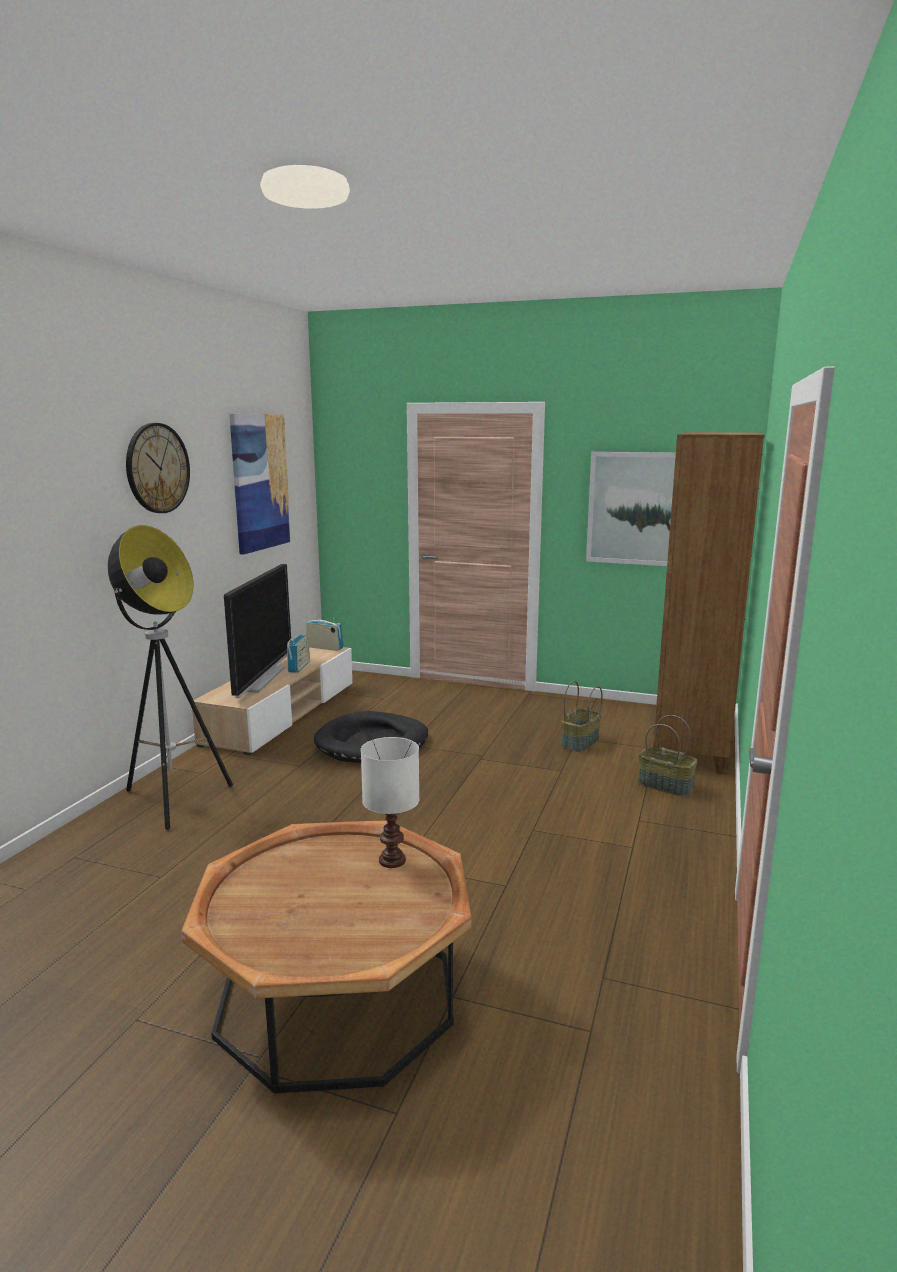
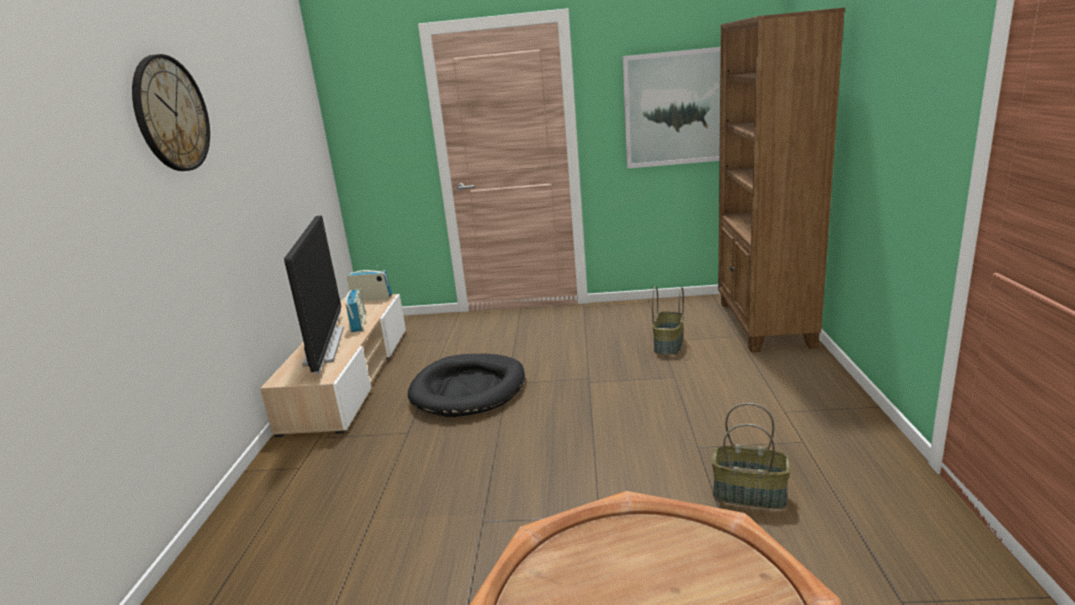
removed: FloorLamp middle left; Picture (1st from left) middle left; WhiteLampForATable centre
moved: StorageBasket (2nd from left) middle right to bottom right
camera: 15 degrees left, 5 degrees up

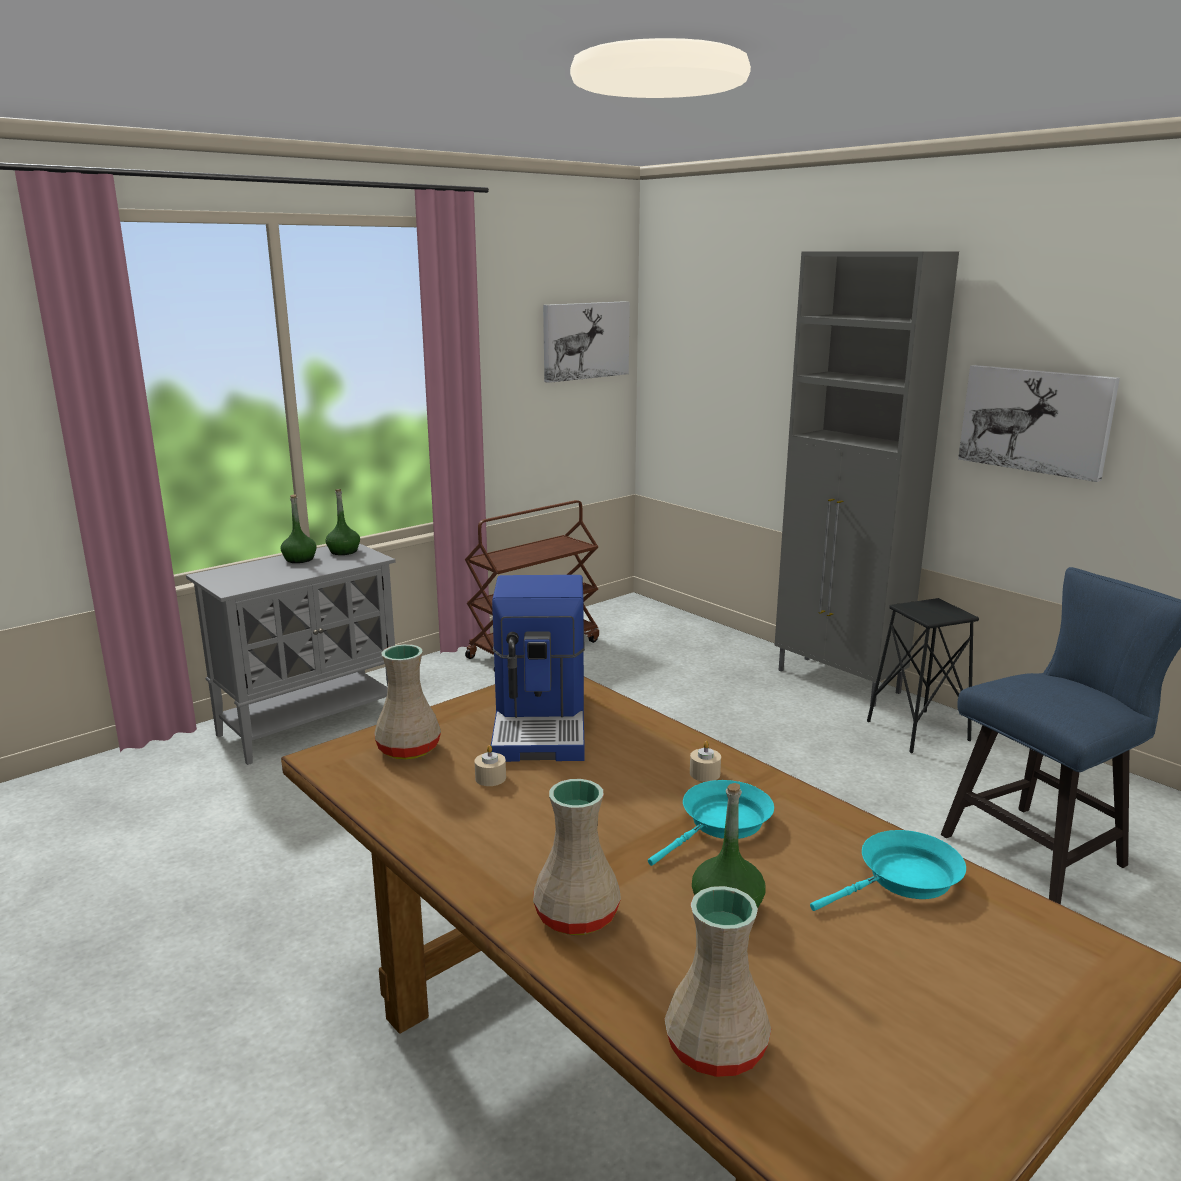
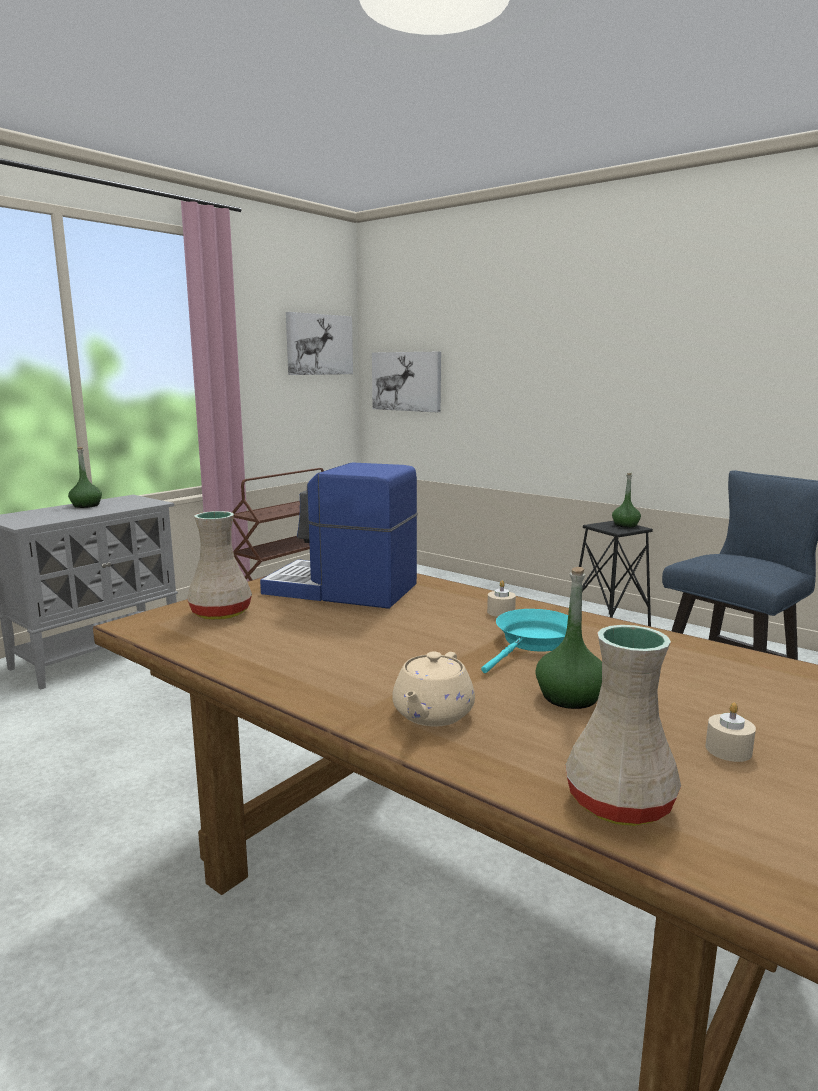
removed: GrayCupboard (2nd from left) middle right; TurquoiseColouredFryingPan (2nd from left) bottom right
moved: GreenColouredBottle (2nd from left in the first image) middle left to GreenColouredBottle (3rd from left) middle right; BeigeColouredWaxCandle (1st from left in the first image) centre to BeigeColouredWaxCandle (2nd from left) bottom right; Picture (2nd from left) middle right to centre
replaced: BeigeColouredFlowerVase (2nd from left) bottom centre to BeigeColouredTeaPot centre
turned: CoffeeMaker centre = centre 120 degrees clockwise
camera: 10 degrees left, 5 degrees down

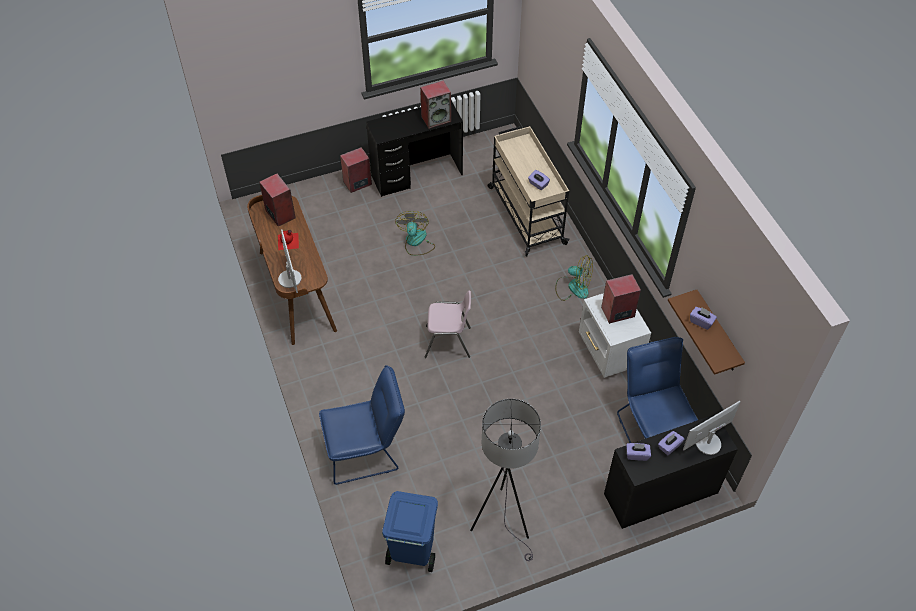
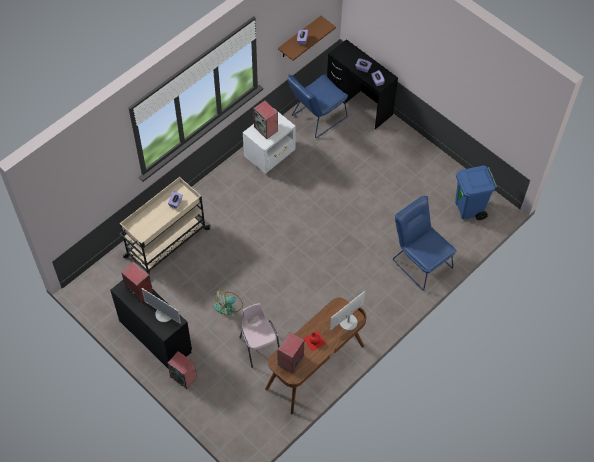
removed: GrayFloorLamp bottom centre; ElectricFan (2nd from left) centre
moved: PinkChair centre to bottom centre; ComputerScreen (2nd from left in the first image) bottom right to ComputerScreen (1st from left) middle left
camera: 115 degrees left, 5 degrees up

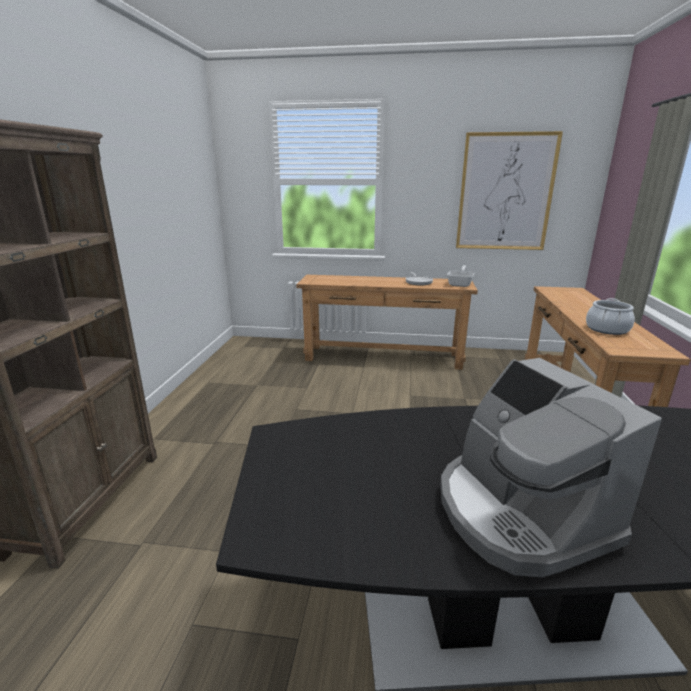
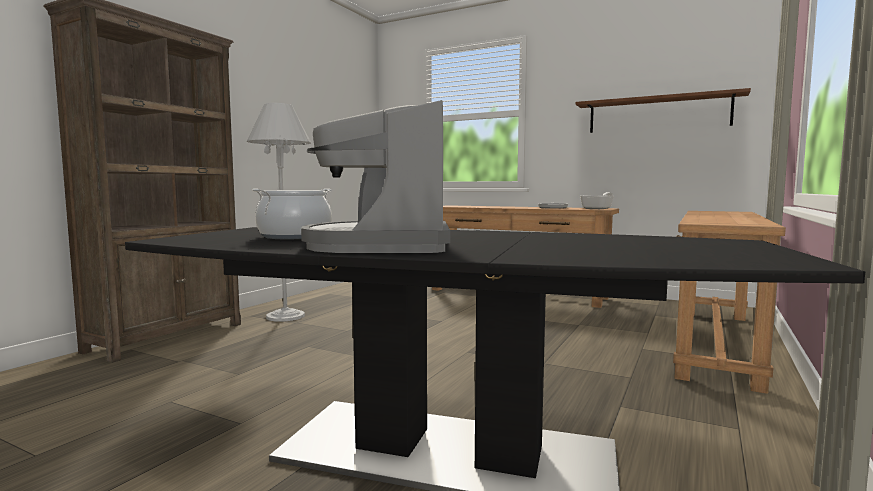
added: WhiteFloorLamp middle left
moved: CookingPot middle right to centre
replaced: Picture top right to BrownColouredWallShelf top right
camera: 20 degrees right, 15 degrees down

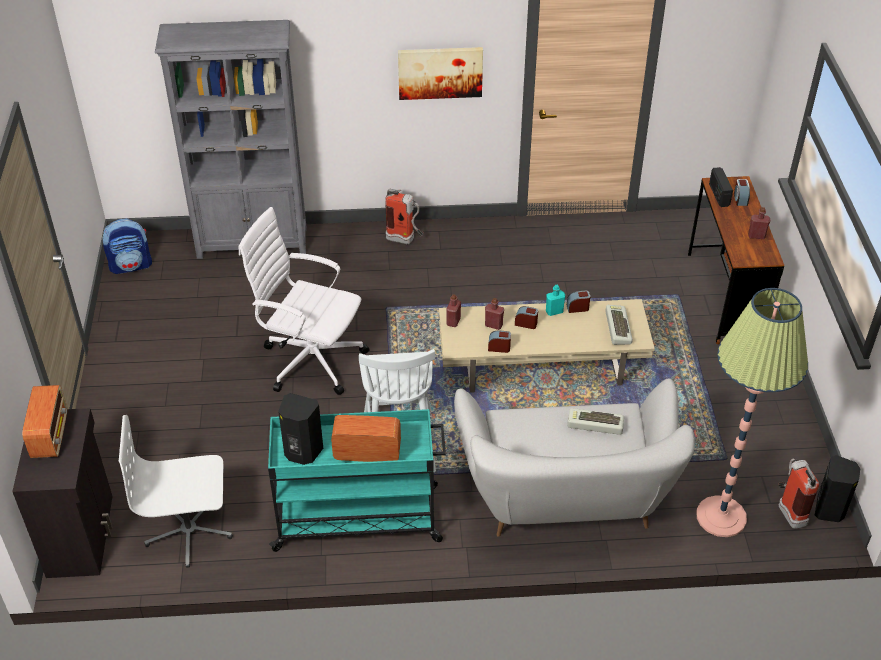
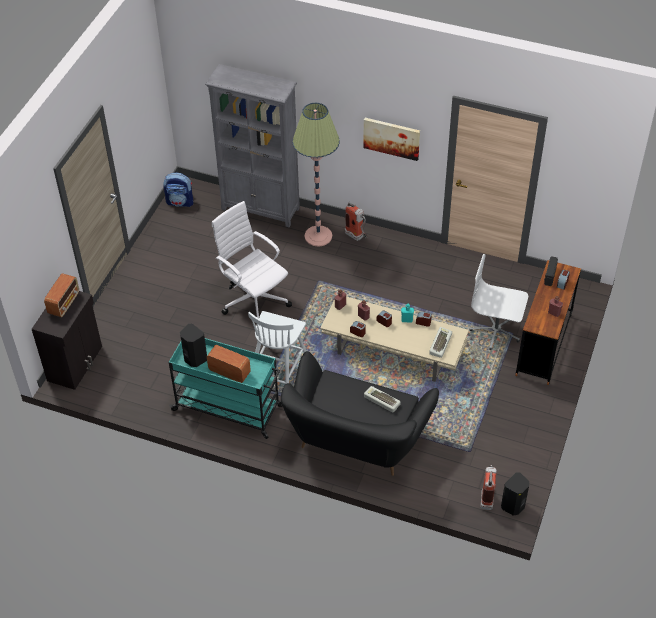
moved: WhiteDeskChair (1st from left in the first image) bottom left to WhiteDeskChair (2nd from left) middle right; FloorLamp middle right to top centre
recoloured: WhiteCouch bottom centre to BlackColouredCouch bottom centre
camera: 25 degrees right, 5 degrees up

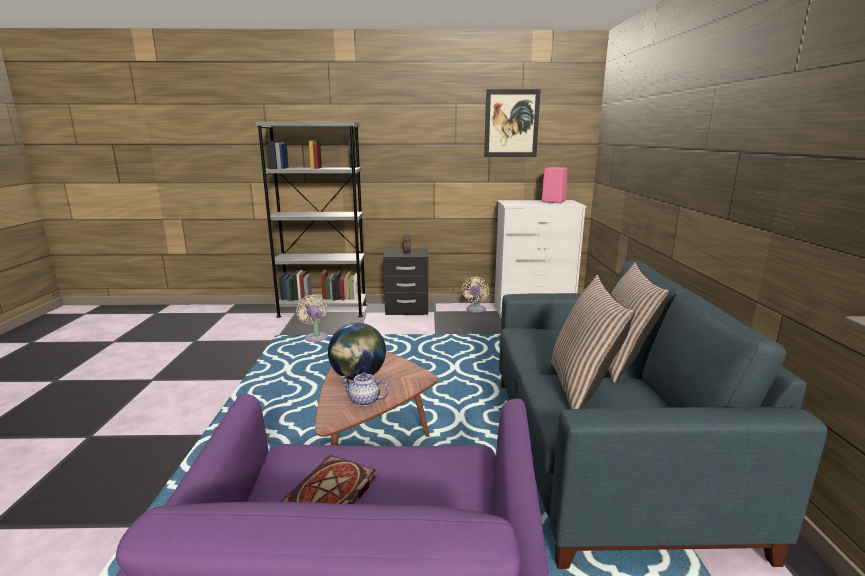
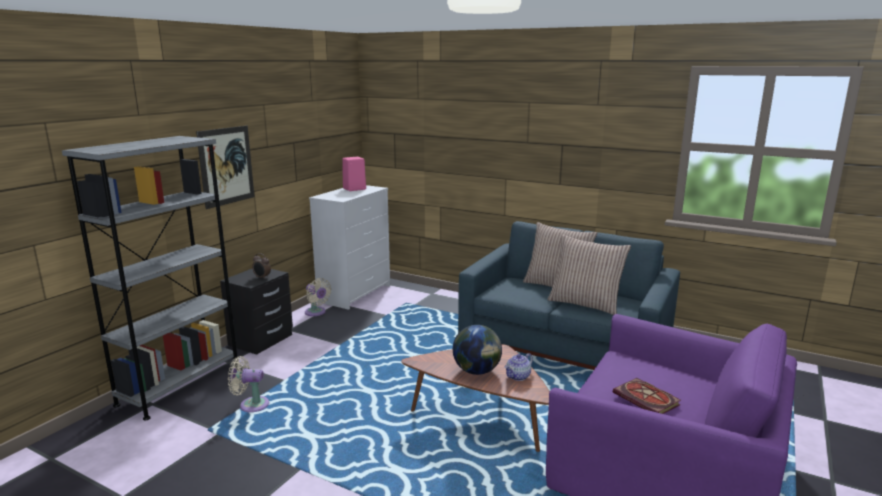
moved: Picture top centre to middle left
camera: 60 degrees left, 0 degrees up

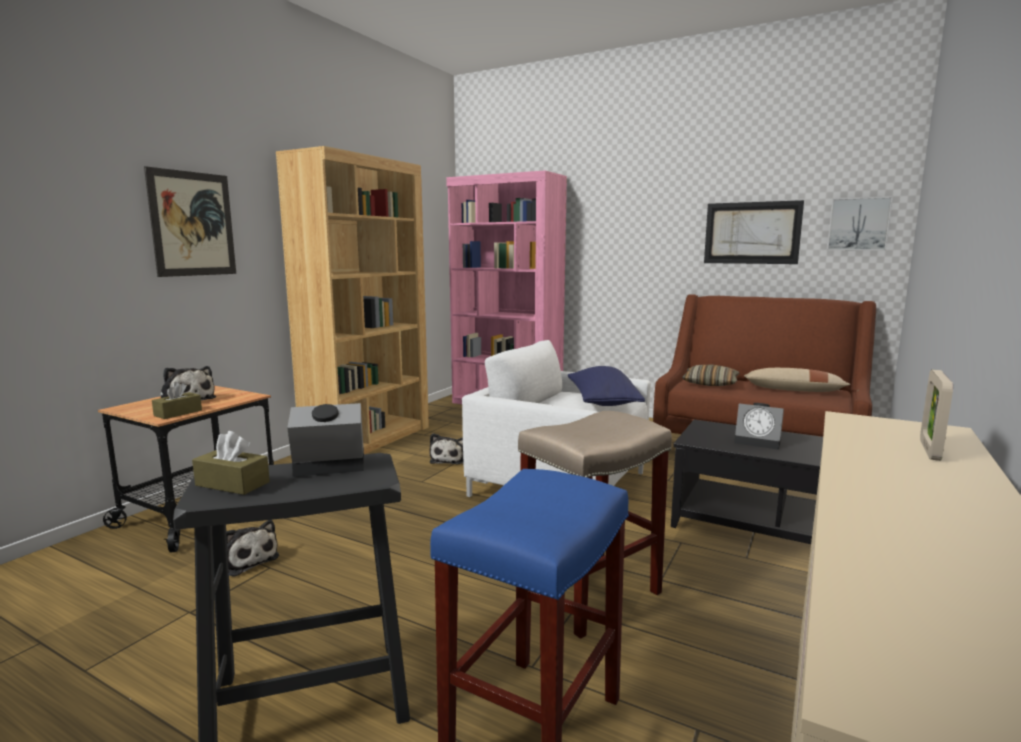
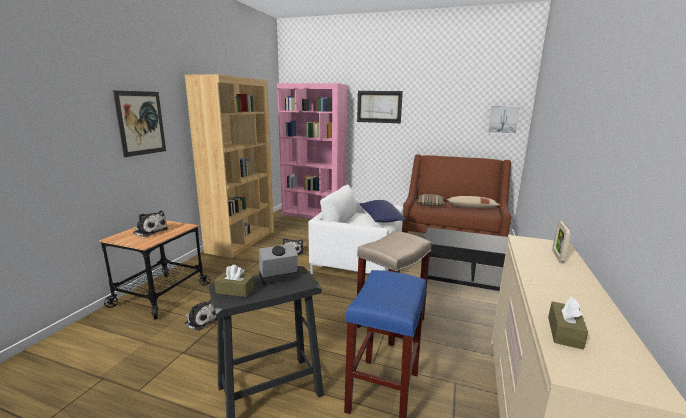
removed: TableClock (2nd from left) middle right
moved: BrownColouredTissueHolder (1st from left in the first image) middle left to BrownColouredTissueHolder (2nd from left) bottom right; Picture (2nd from left) top right to top centre
camera: 10 degrees left, 5 degrees up

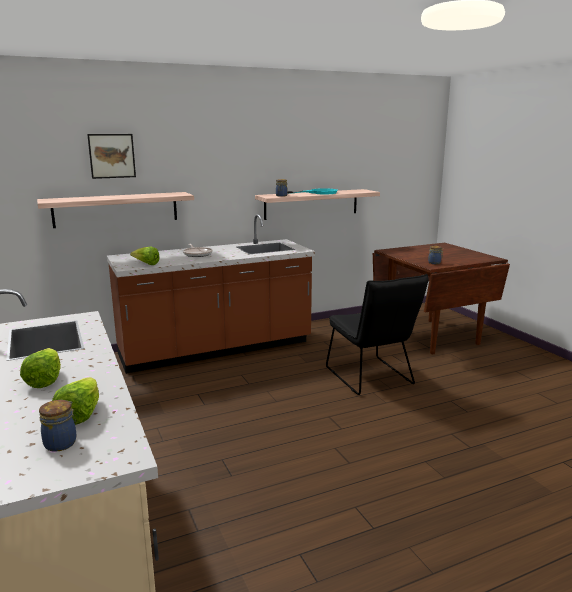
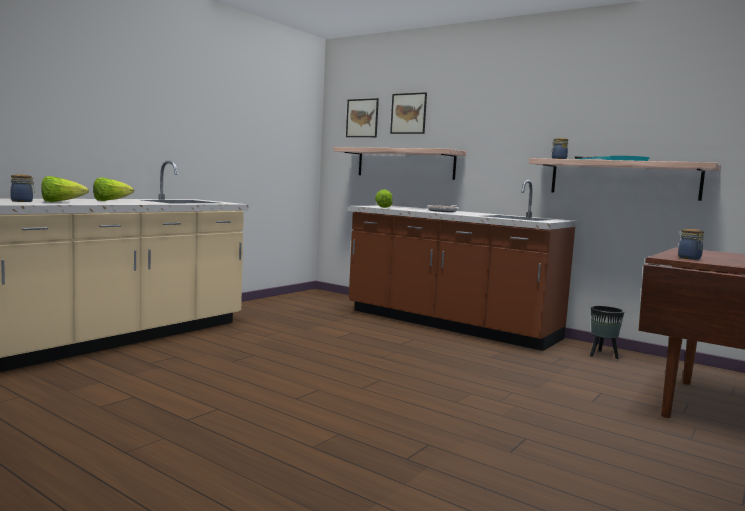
removed: BlackColouredChair centre
added: Picture (1st from left) top centre; BlackColouredPlantPot middle right
camera: 60 degrees right, 10 degrees down

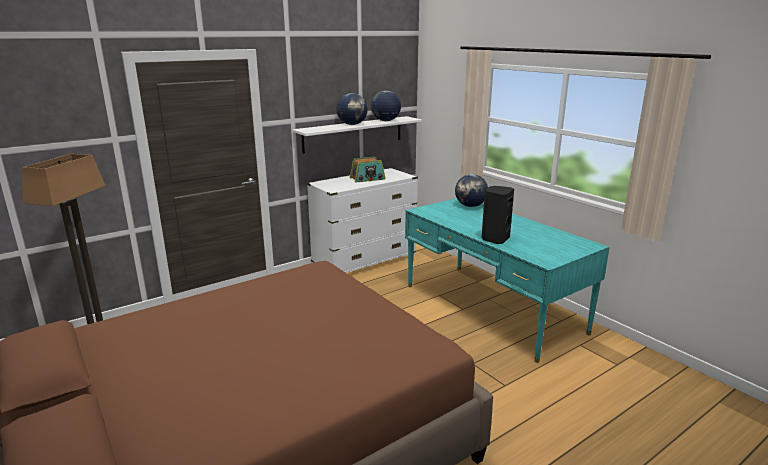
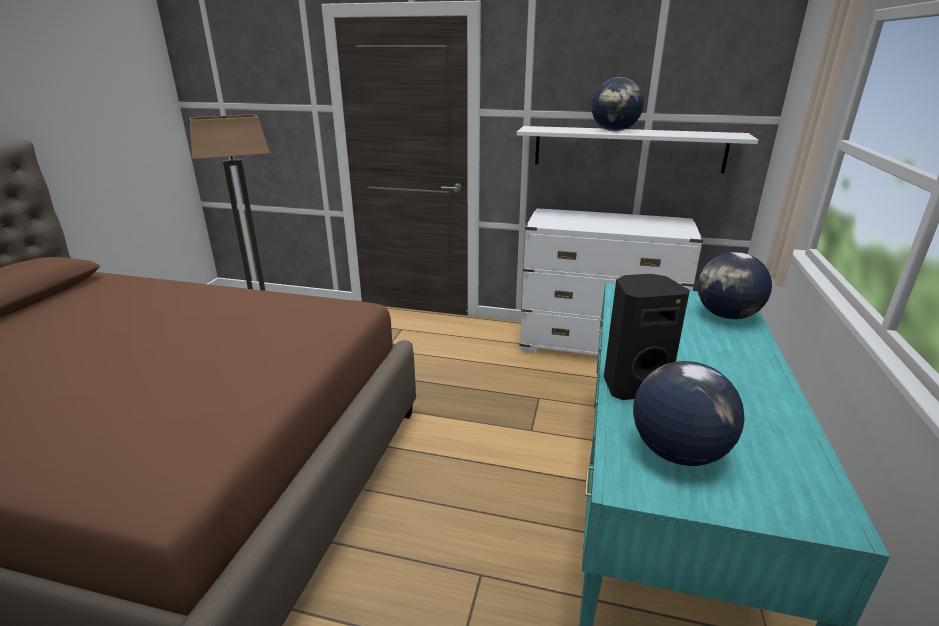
removed: RadioSet centre
moved: DeskGlobe (2nd from left) top centre to middle right
camera: 50 degrees right, 5 degrees up

